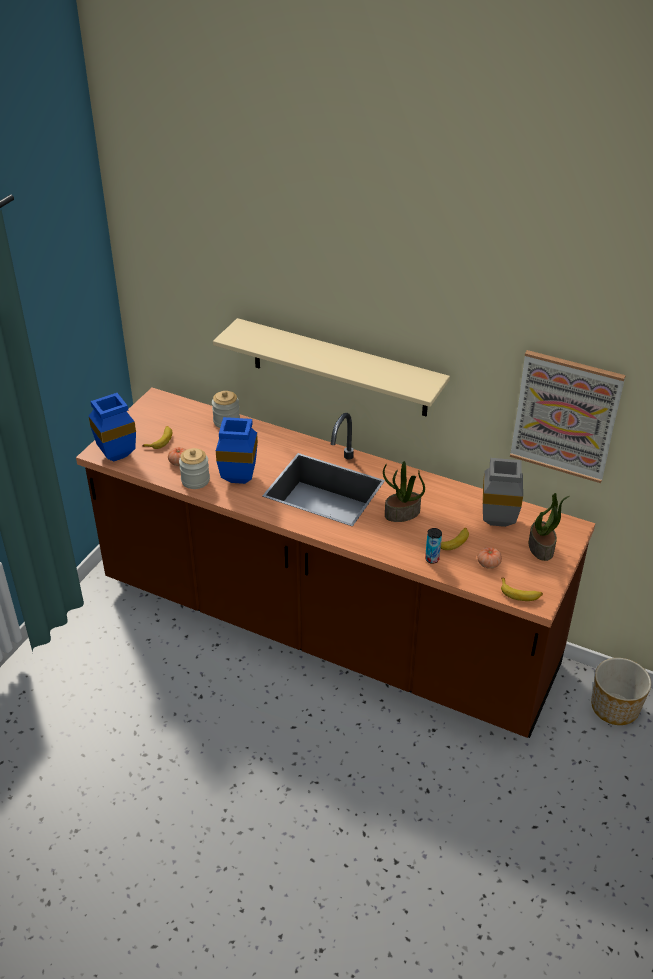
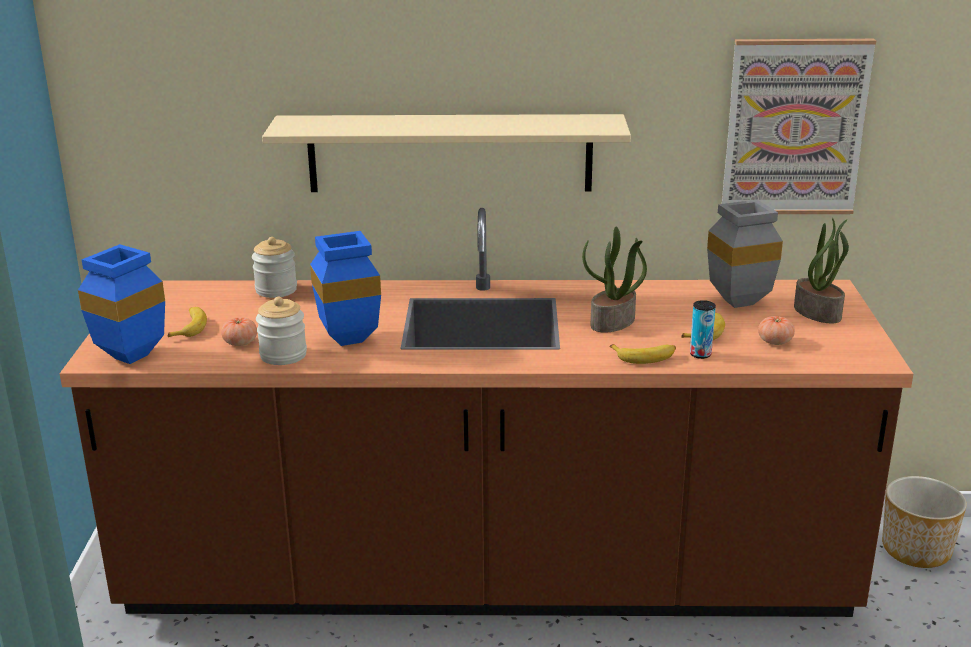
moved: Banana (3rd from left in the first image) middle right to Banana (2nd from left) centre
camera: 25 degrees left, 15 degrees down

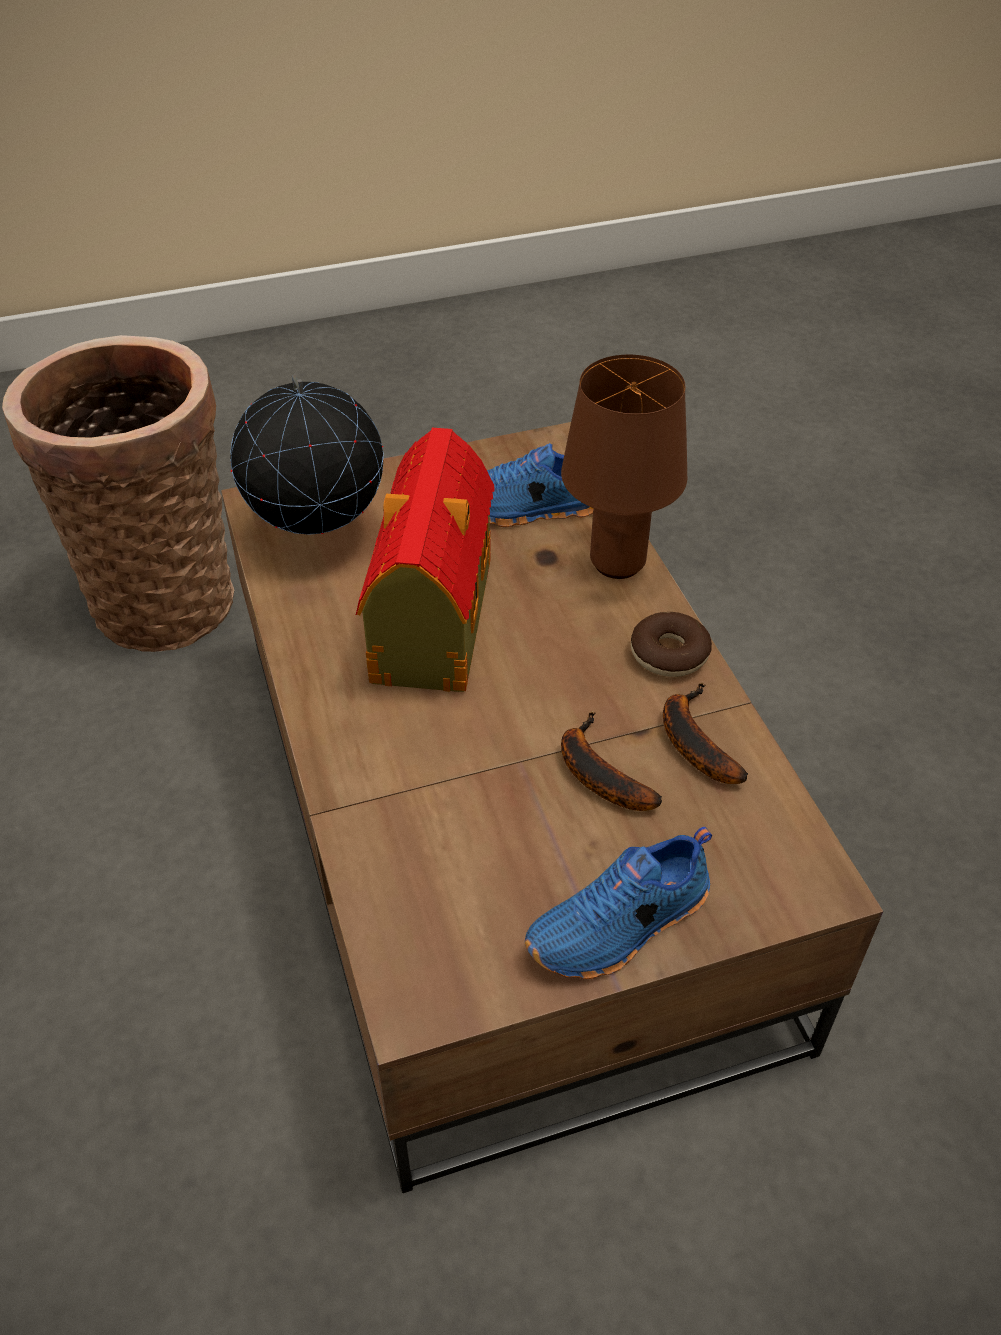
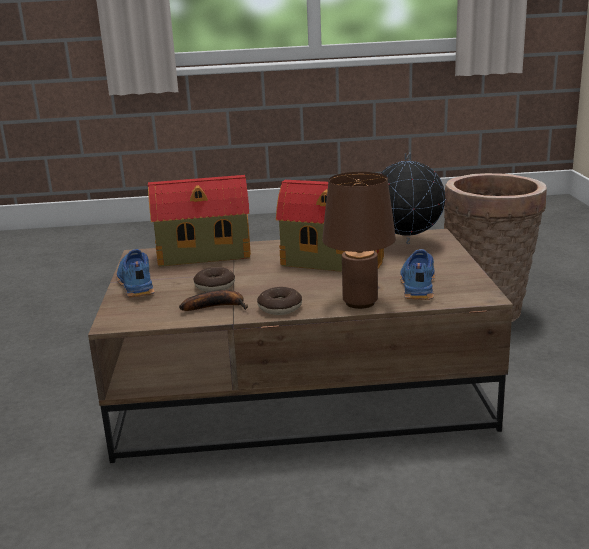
added: ModelHouse (1st from left) centre
replaced: Banana (1st from left) centre to RingDoughnut (1st from left) centre
camera: 105 degrees right, 25 degrees down

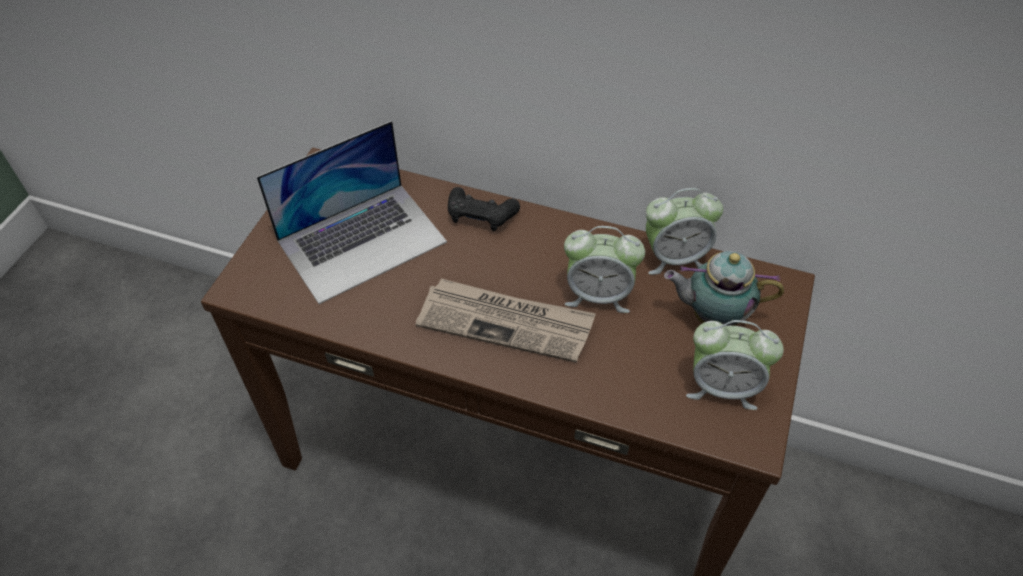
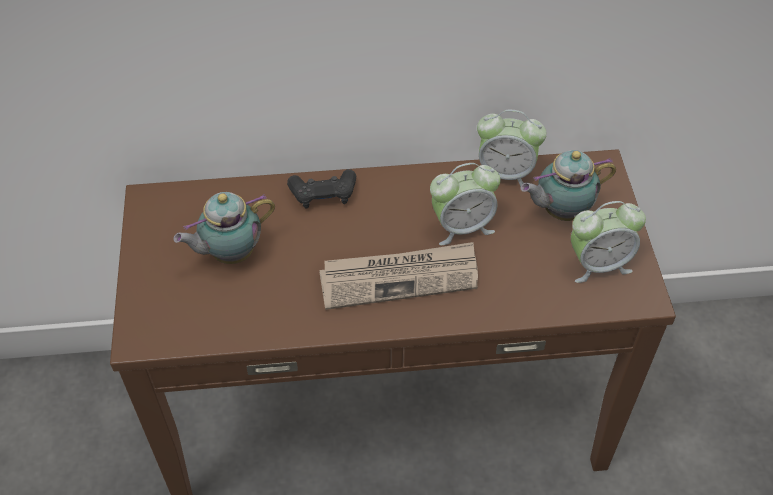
replaced: PortableComputer centre to TeaPot (1st from left) middle left
turned: TableClock (2nd from left) middle right = top centre 45 degrees clockwise
camera: 25 degrees left, 0 degrees up

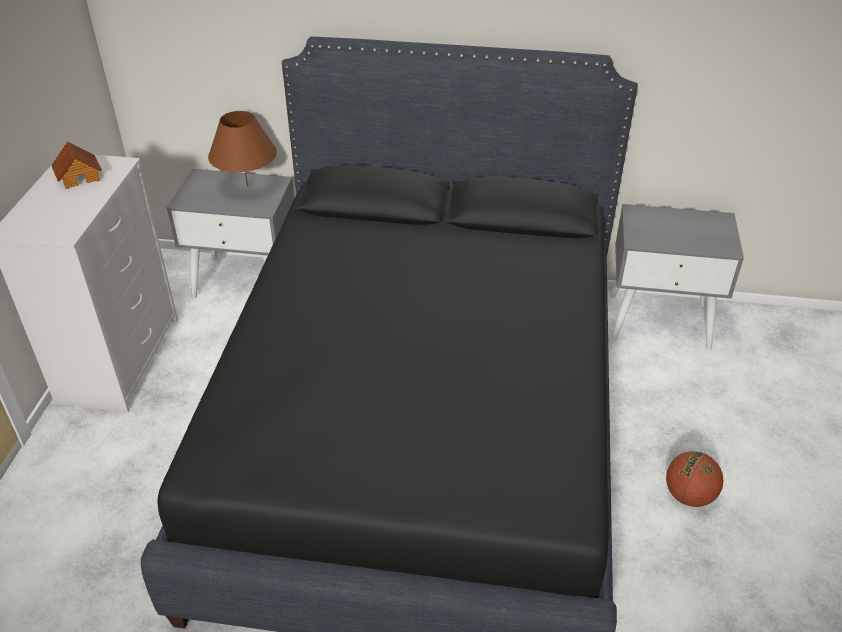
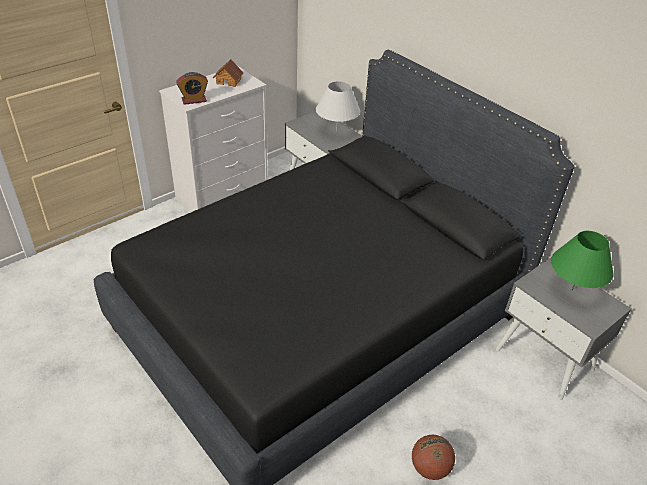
added: TableClock top left; GreenColouredLampForATable middle right
recoloured: BrownColouredLampForATable top left to WhiteLampForATable top centre
camera: 40 degrees right, 0 degrees up

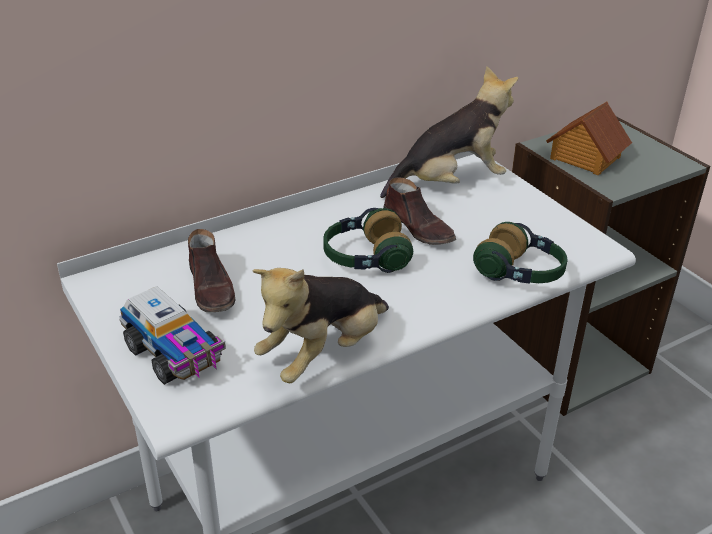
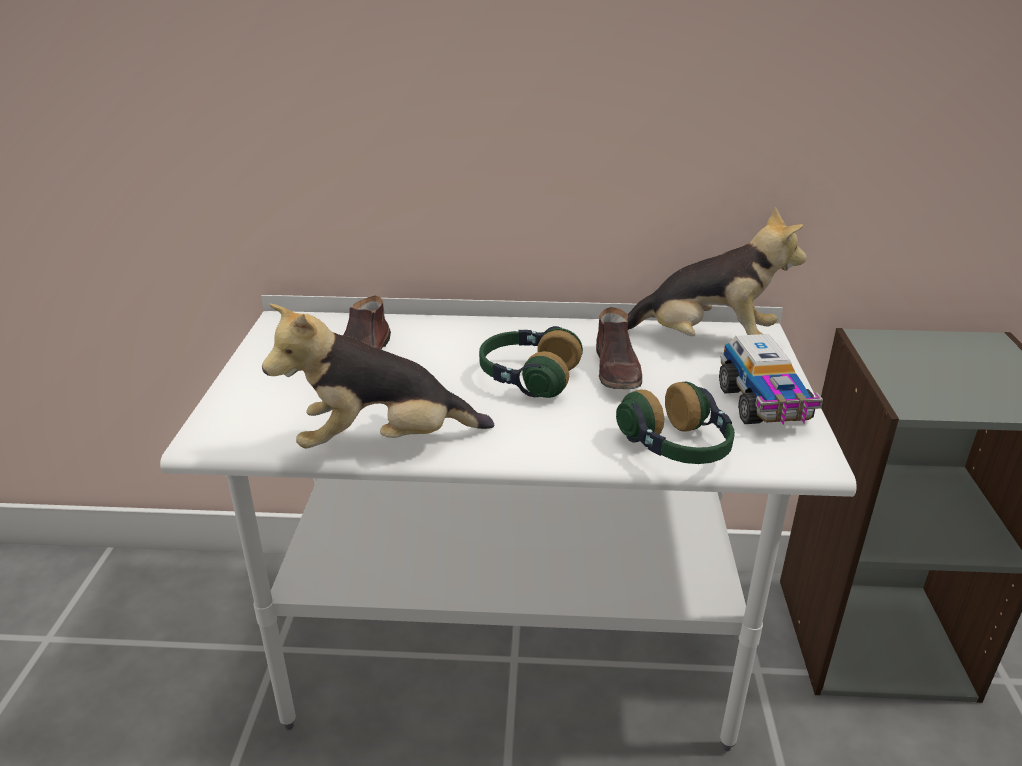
removed: ModelHouse top right
moved: ToyLorry middle left to middle right
camera: 35 degrees right, 5 degrees down

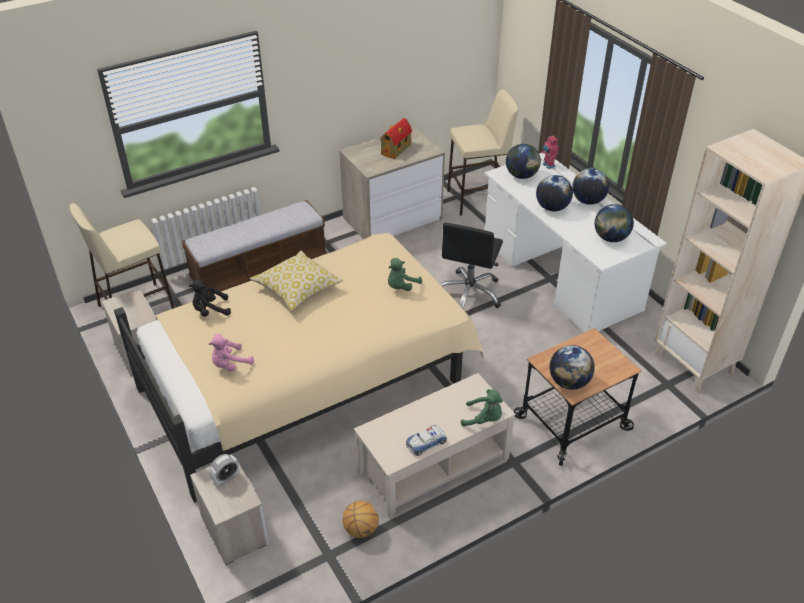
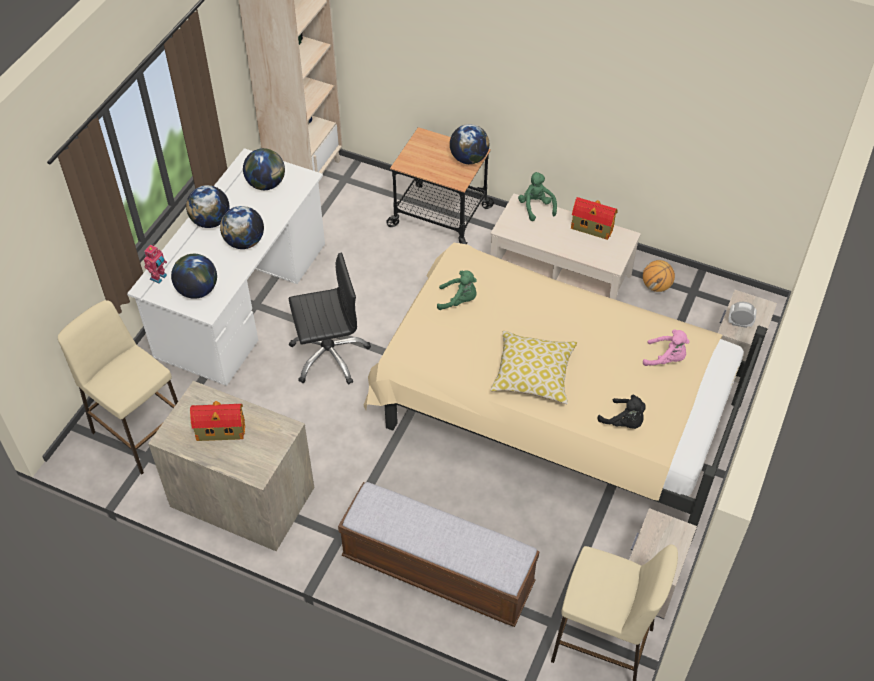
replaced: ToyCar bottom centre to ModelHouse (2nd from left) top right
camera: 125 degrees left, 10 degrees up

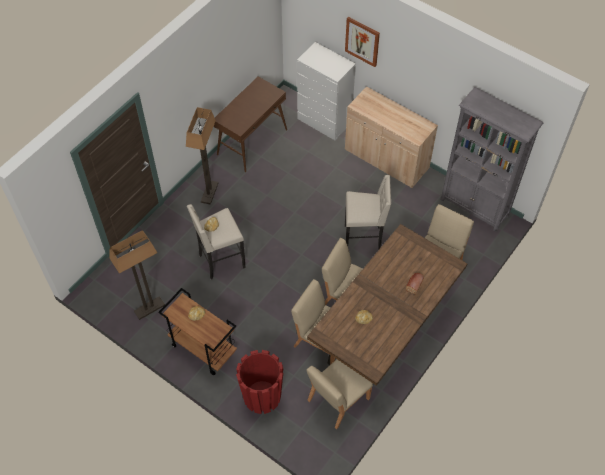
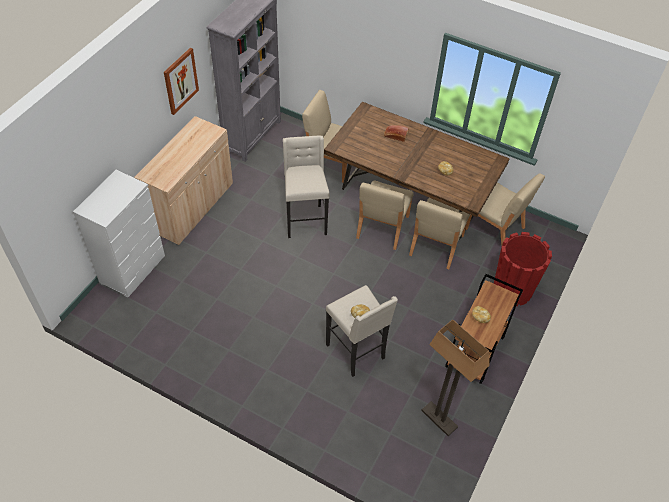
removed: FloorLamp (2nd from left) top centre; BrownColouredHallTable top centre
moved: Picture top centre to top left
camera: 100 degrees left, 5 degrees down

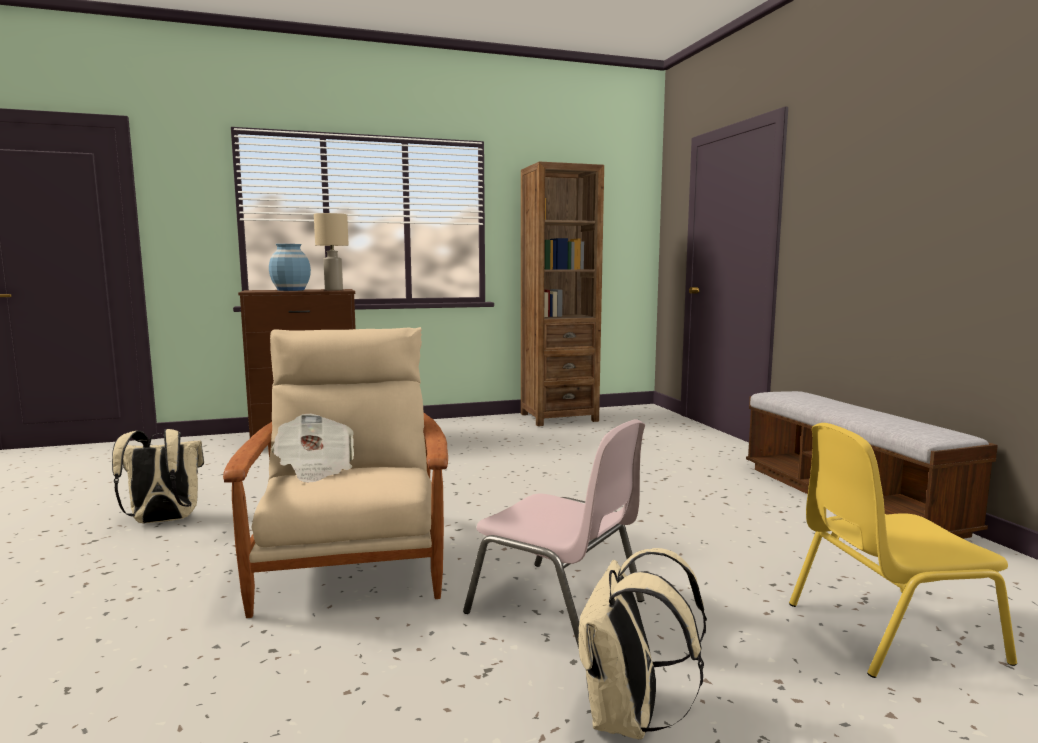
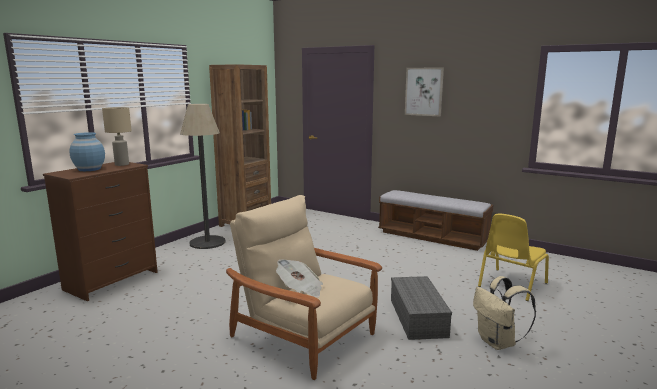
removed: BeigeColouredRucksack (1st from left) middle left
added: FloorLamp middle left; Picture top centre
replaced: PinkChair bottom centre to GrayStorageBin bottom centre
camera: 40 degrees left, 5 degrees up

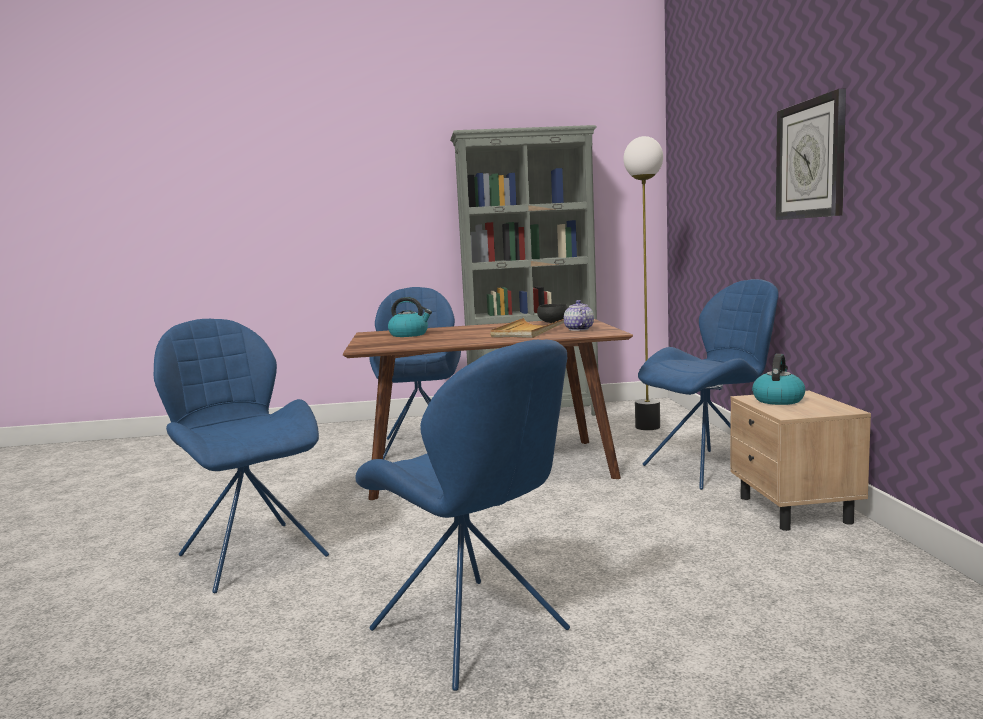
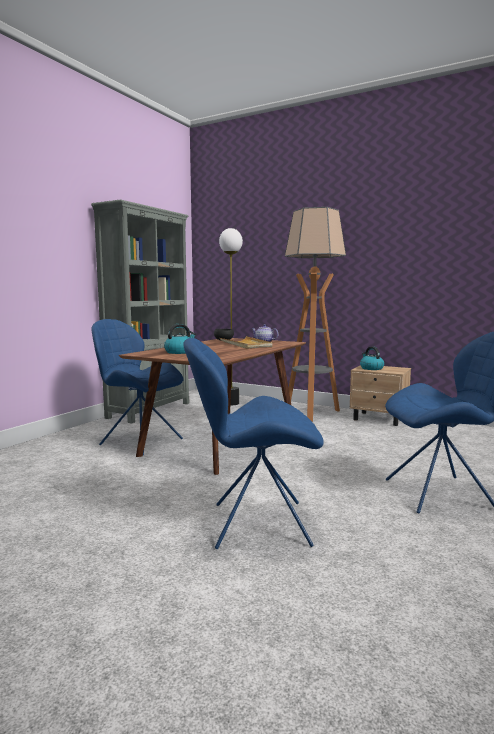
removed: ClockOnTheWall top right
replaced: BlueColouredChair (4th from left) middle right to FloorLamp (2nd from left) centre
camera: 55 degrees left, 0 degrees up

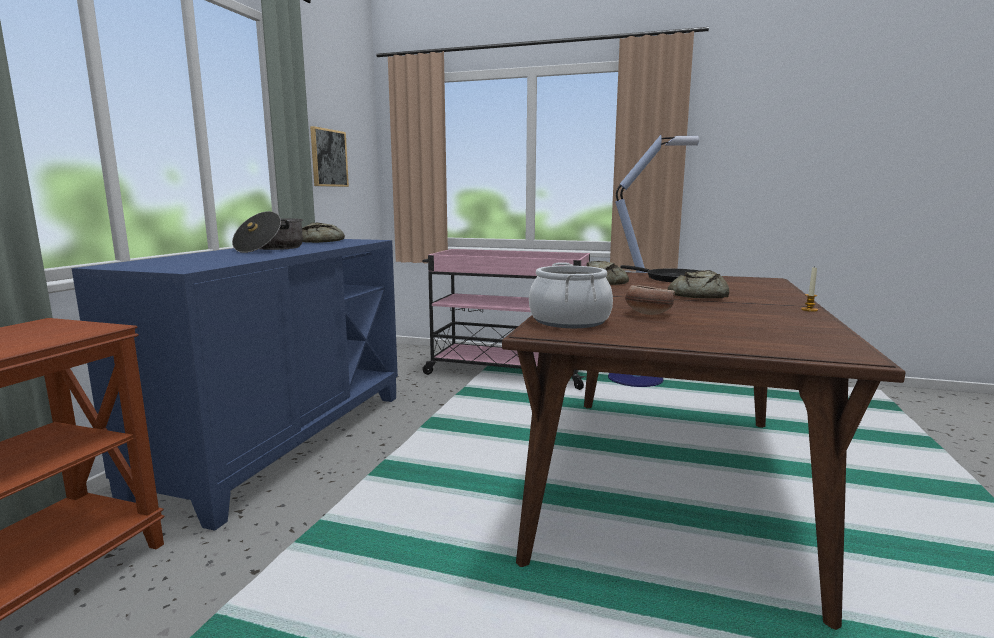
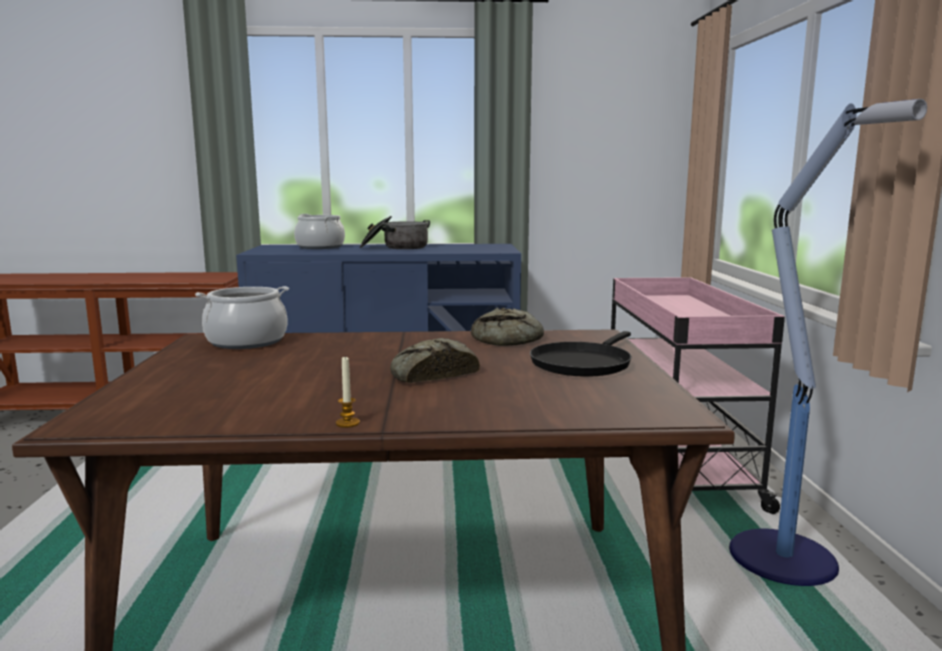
removed: Bread (1st from left) middle left; Picture top left; ServingBowl centre
added: CookingPot (2nd from left) centre
camera: 70 degrees right, 0 degrees up

